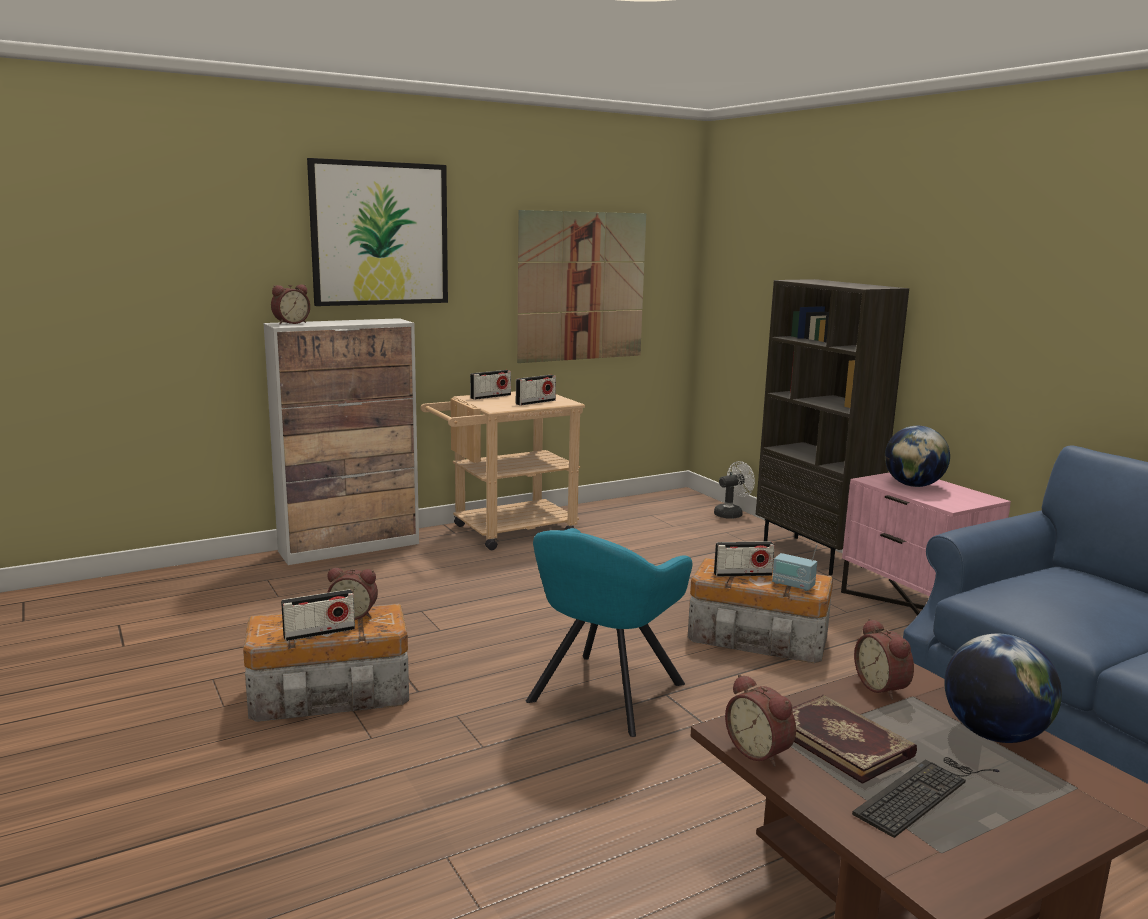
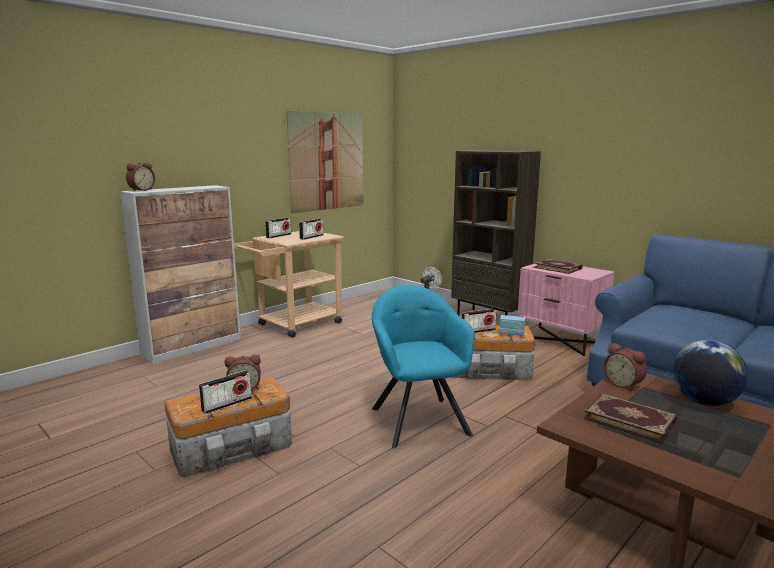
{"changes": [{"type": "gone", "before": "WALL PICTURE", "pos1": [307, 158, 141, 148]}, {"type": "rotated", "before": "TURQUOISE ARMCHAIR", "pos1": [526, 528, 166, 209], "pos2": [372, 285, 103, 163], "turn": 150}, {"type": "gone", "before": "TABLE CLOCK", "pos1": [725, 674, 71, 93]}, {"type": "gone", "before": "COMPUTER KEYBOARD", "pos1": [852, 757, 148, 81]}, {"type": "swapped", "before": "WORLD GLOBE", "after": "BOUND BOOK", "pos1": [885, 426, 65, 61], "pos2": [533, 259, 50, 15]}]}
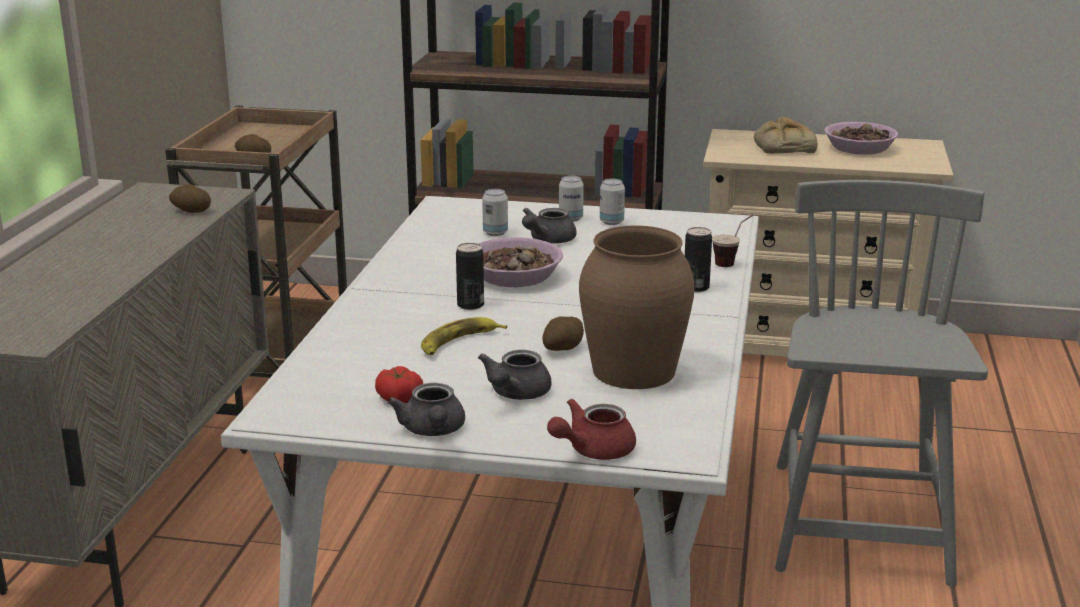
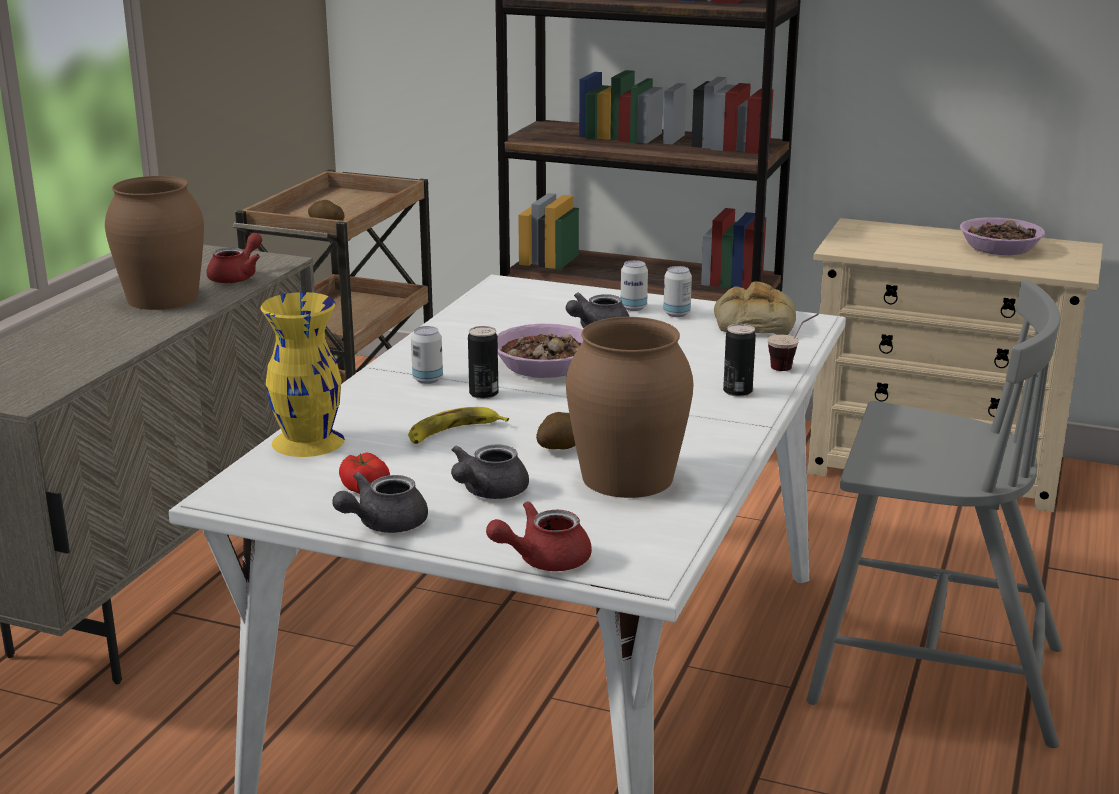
{"changes": [{"type": "swapped", "before": "WHOLE POTATO", "after": "REDDISH TEAPOT", "pos1": [169, 184, 42, 29], "pos2": [206, 233, 56, 50]}, {"type": "rotated", "before": "GRAY TEAPOT", "pos1": [387, 383, 78, 53], "pos2": [332, 472, 96, 61], "turn": 45}, {"type": "shifted", "before": "SEALED CAN", "pos1": [482, 189, 26, 47], "pos2": [411, 326, 32, 58]}, {"type": "shifted", "before": "BAKERY BREAD", "pos1": [754, 117, 64, 37], "pos2": [714, 282, 82, 53]}, {"type": "rotated", "before": "GRAY UPRIGHT CHAIR", "pos1": [775, 180, 213, 407], "pos2": [806, 280, 256, 468], "turn": 90}, {"type": "new", "after": "BROWNISH FLOWER VASE", "pos2": [105, 176, 99, 134]}, {"type": "new", "after": "YELLOW FLOWER VASE", "pos2": [261, 292, 84, 165]}]}
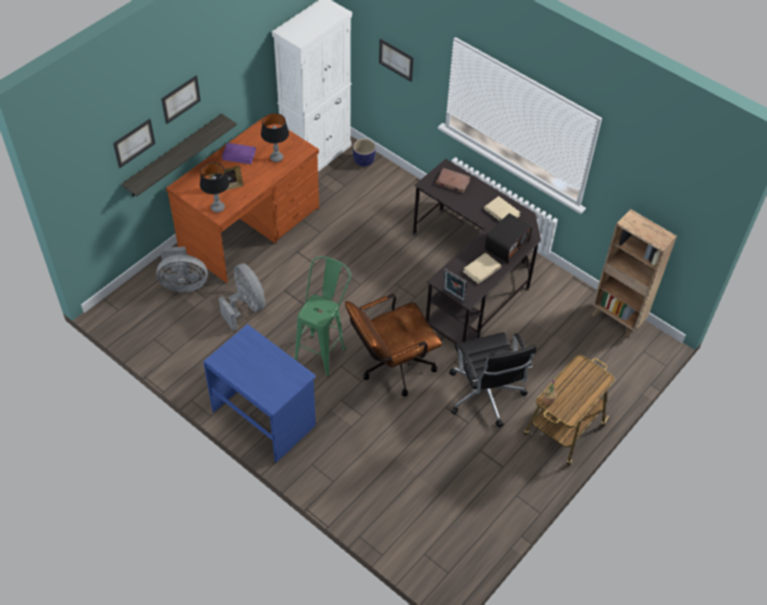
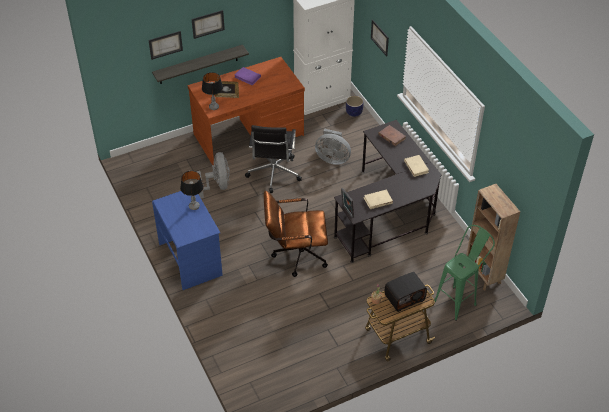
{"changes": [{"type": "shifted", "before": "GRAY ELECTRIC FAN", "pos1": [156, 247, 52, 45], "pos2": [315, 129, 36, 36]}, {"type": "shifted", "before": "TABLETOP LAMP", "pos1": [261, 113, 28, 49], "pos2": [180, 171, 24, 39]}, {"type": "shifted", "before": "GREEN-COLOURED SITTING STOOL", "pos1": [294, 256, 57, 120], "pos2": [434, 225, 61, 96]}, {"type": "shifted", "before": "BLACKISH DESK CHAIR", "pos1": [449, 332, 88, 95], "pos2": [245, 125, 57, 68]}, {"type": "shifted", "before": "RADIO SET", "pos1": [485, 213, 47, 50], "pos2": [384, 272, 43, 40]}]}
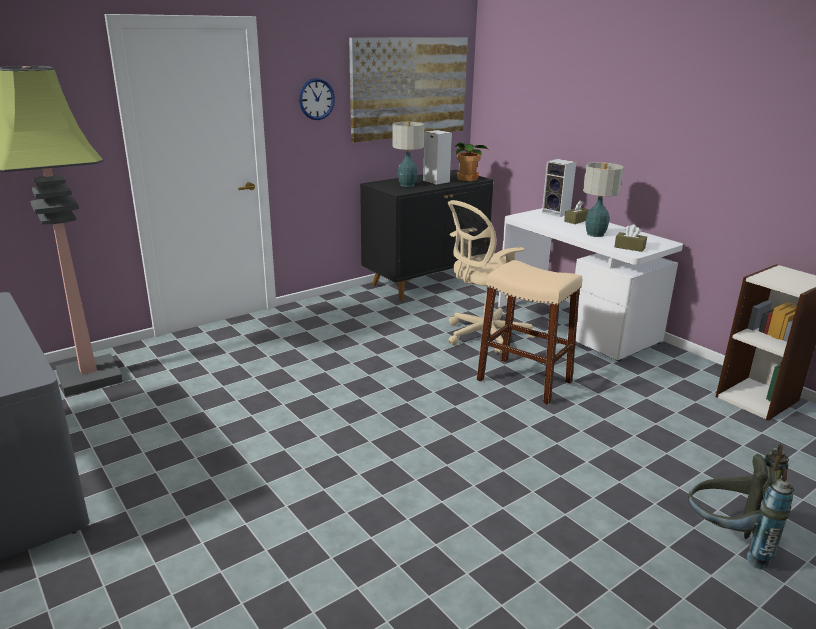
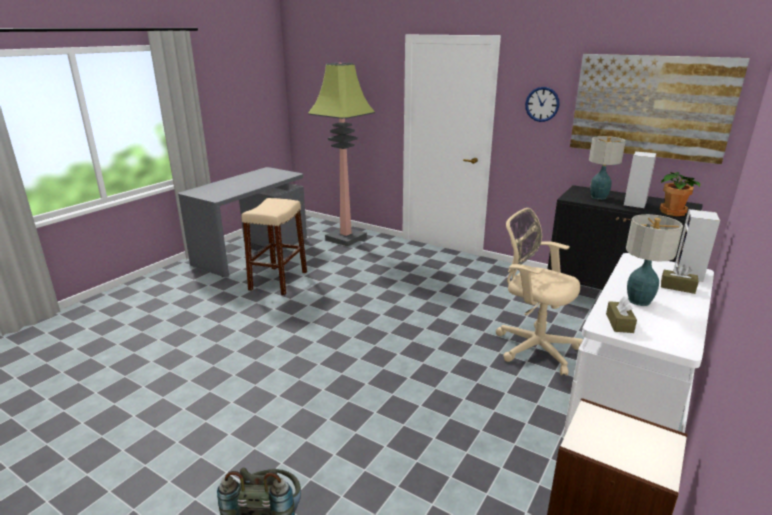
{"changes": [{"type": "shifted", "before": "BEIGE-COLOURED SITTING STOOL", "pos1": [477, 260, 105, 145], "pos2": [241, 198, 66, 97]}]}
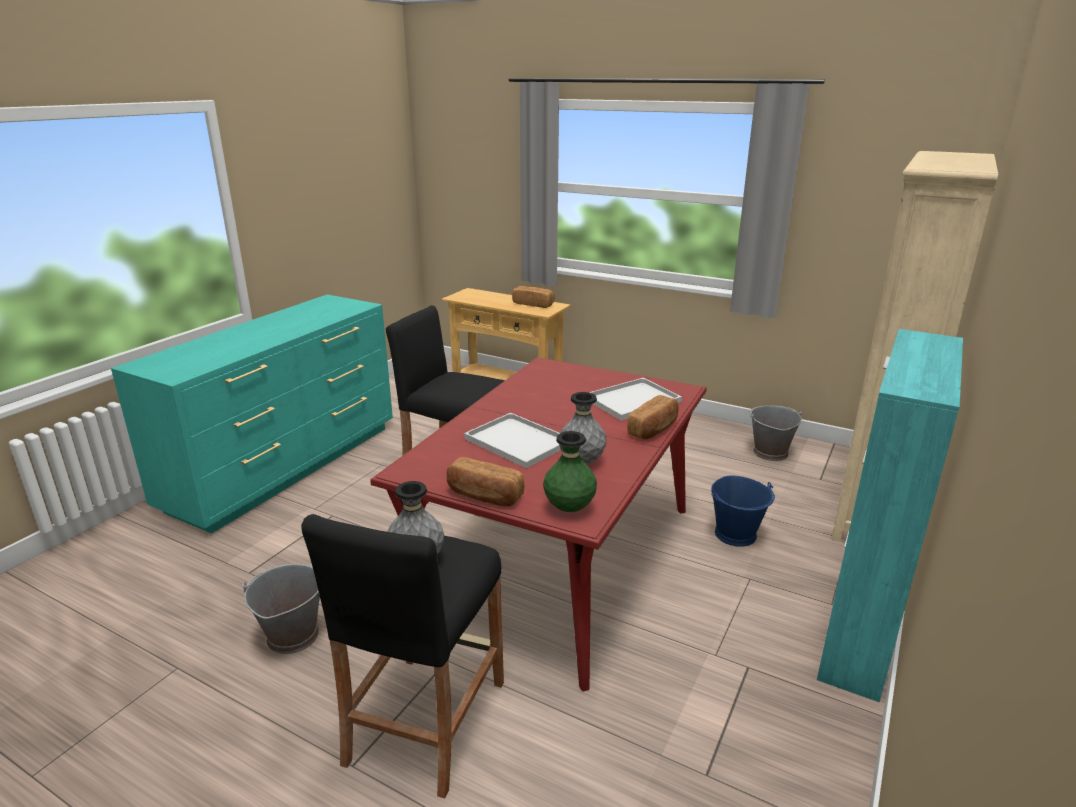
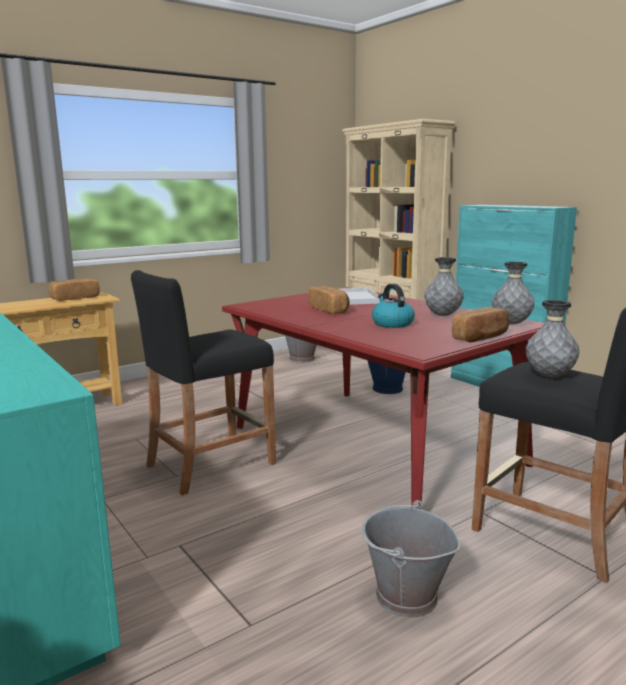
{"changes": [{"type": "swapped", "before": "WHITISH TRAY", "after": "WATER KETTLE", "pos1": [464, 413, 97, 56], "pos2": [372, 284, 43, 44]}, {"type": "repainted", "before": "GREEN-COLOURED FLOWER VASE", "after": "GRAY FLOWER VASE", "pos1": [543, 431, 54, 81], "pos2": [492, 262, 43, 63]}, {"type": "shifted", "before": "BAKERY BREAD", "pos1": [627, 395, 52, 45], "pos2": [308, 286, 42, 28]}]}
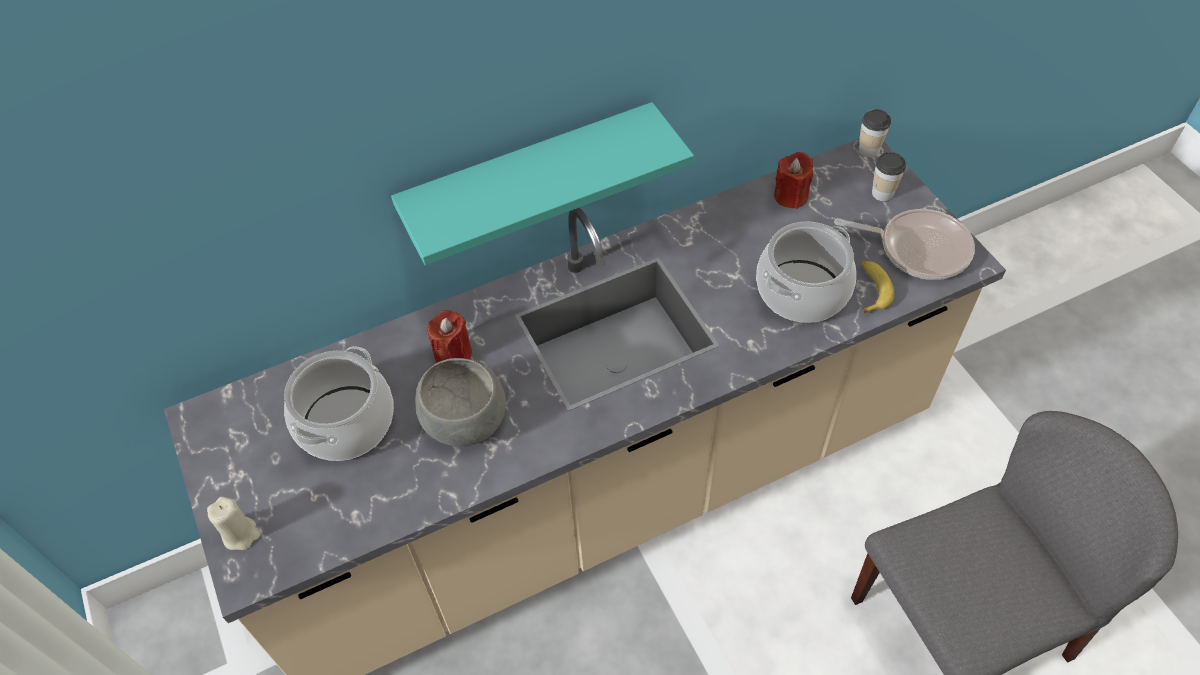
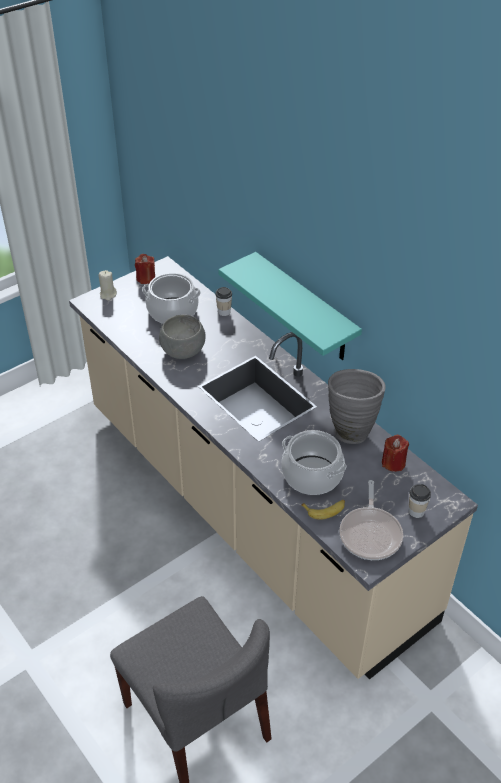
{"changes": [{"type": "shifted", "before": "REDDISH WAX CANDLE", "pos1": [427, 310, 45, 53], "pos2": [135, 254, 20, 30]}, {"type": "shifted", "before": "SMALL CUP", "pos1": [858, 109, 33, 49], "pos2": [215, 287, 17, 29]}, {"type": "new", "after": "GRAY FLOWER VASE", "pos2": [328, 369, 58, 75]}]}
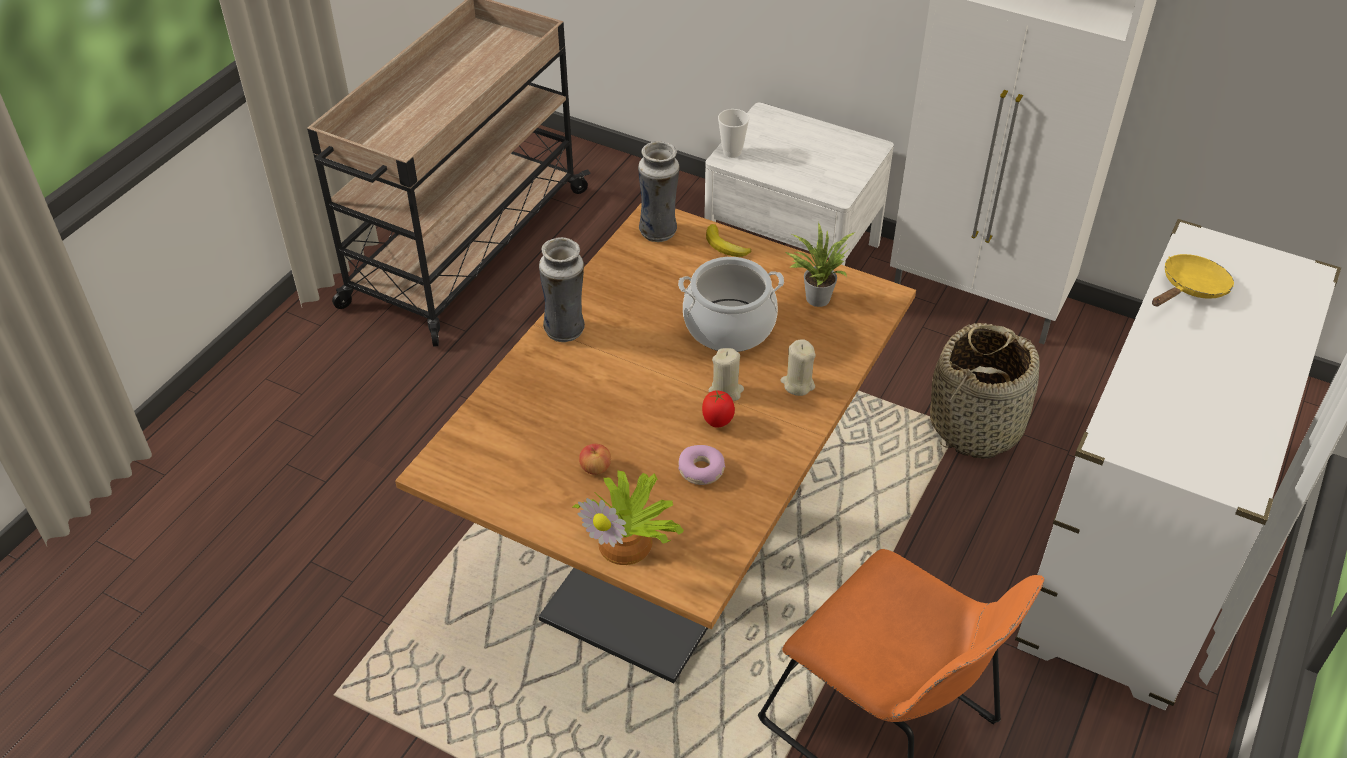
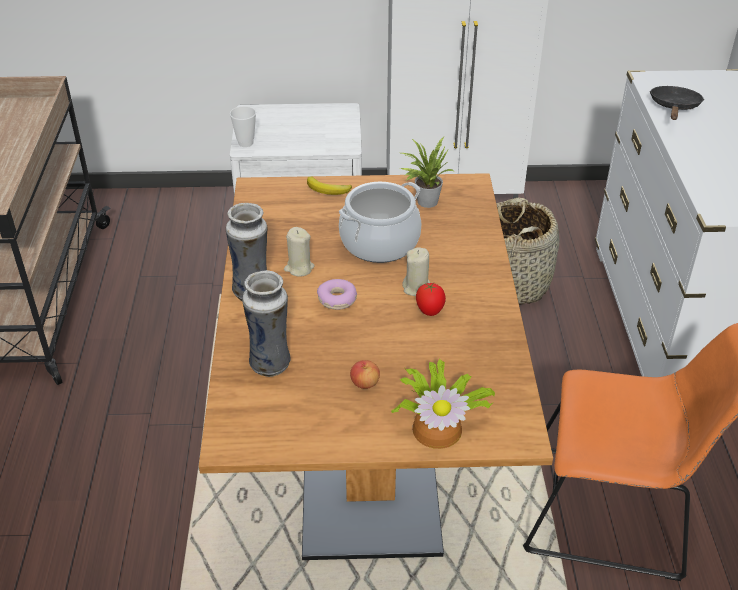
{"changes": [{"type": "shifted", "before": "FLOWER VASE", "pos1": [638, 141, 42, 101], "pos2": [242, 270, 49, 107]}, {"type": "shifted", "before": "DONUT", "pos1": [678, 445, 47, 40], "pos2": [317, 279, 40, 31]}, {"type": "shifted", "before": "BEIGE-COLOURED WAX CANDLE", "pos1": [781, 339, 35, 57], "pos2": [284, 227, 30, 49]}, {"type": "repainted", "before": "YELLOW FRYING PAN", "after": "BLACKISH FRYING PAN", "pos1": [1152, 254, 82, 53], "pos2": [650, 86, 54, 34]}]}
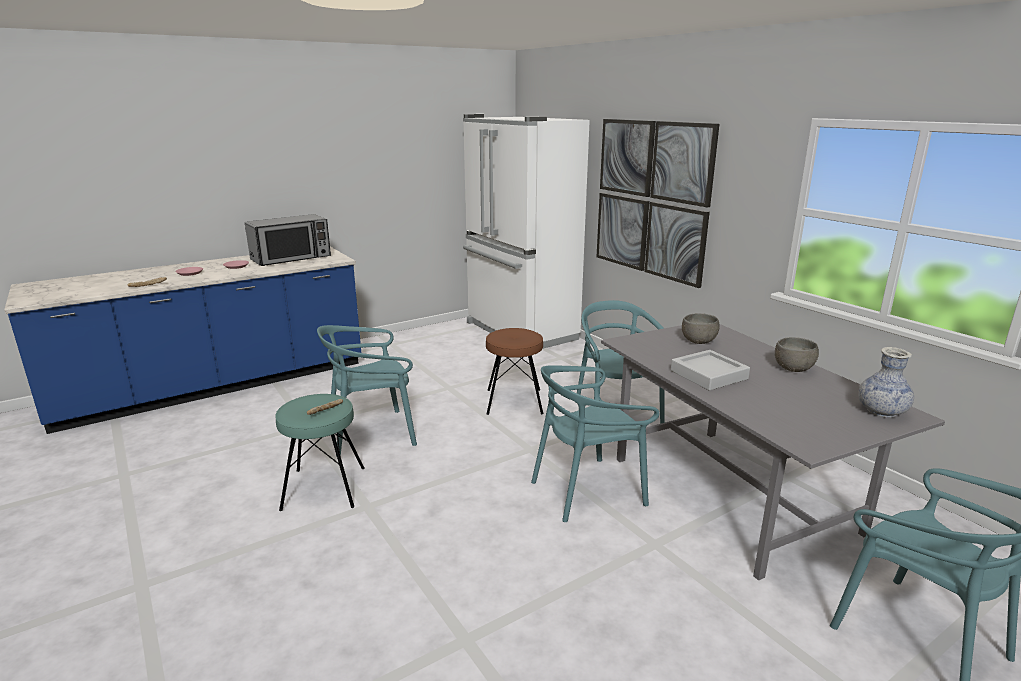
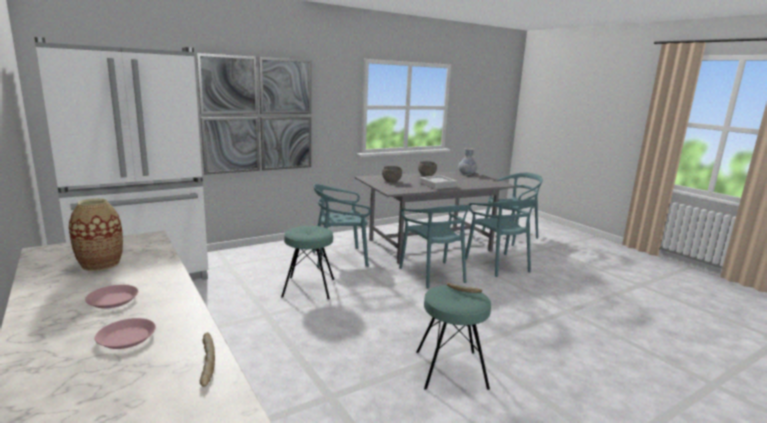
{"changes": [{"type": "swapped", "before": "KITCHEN MICROWAVE", "after": "FLOWER VASE", "pos1": [245, 214, 86, 52], "pos2": [69, 198, 54, 73]}, {"type": "shifted", "before": "TURQUOISE UPRIGHT CHAIR", "pos1": [317, 325, 100, 131], "pos2": [465, 199, 71, 78]}, {"type": "repainted", "before": "BROWNISH SITTING STOOL", "after": "TURQUOISE SITTING STOOL", "pos1": [486, 328, 58, 87], "pos2": [281, 226, 53, 73]}]}
